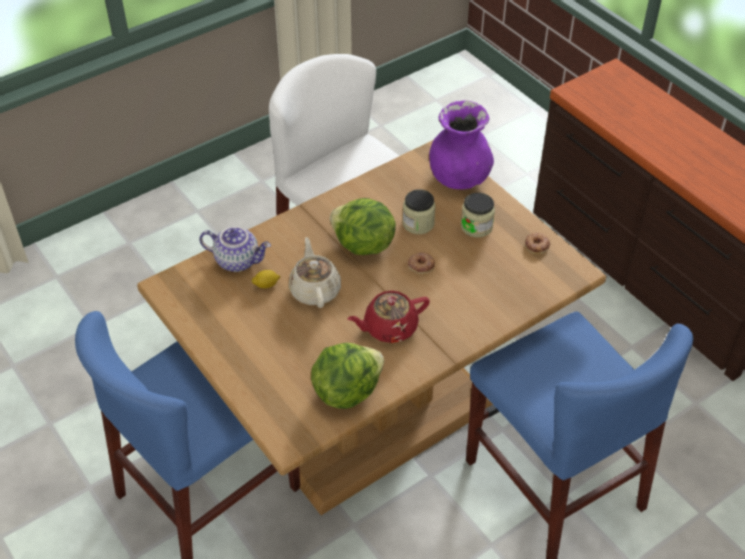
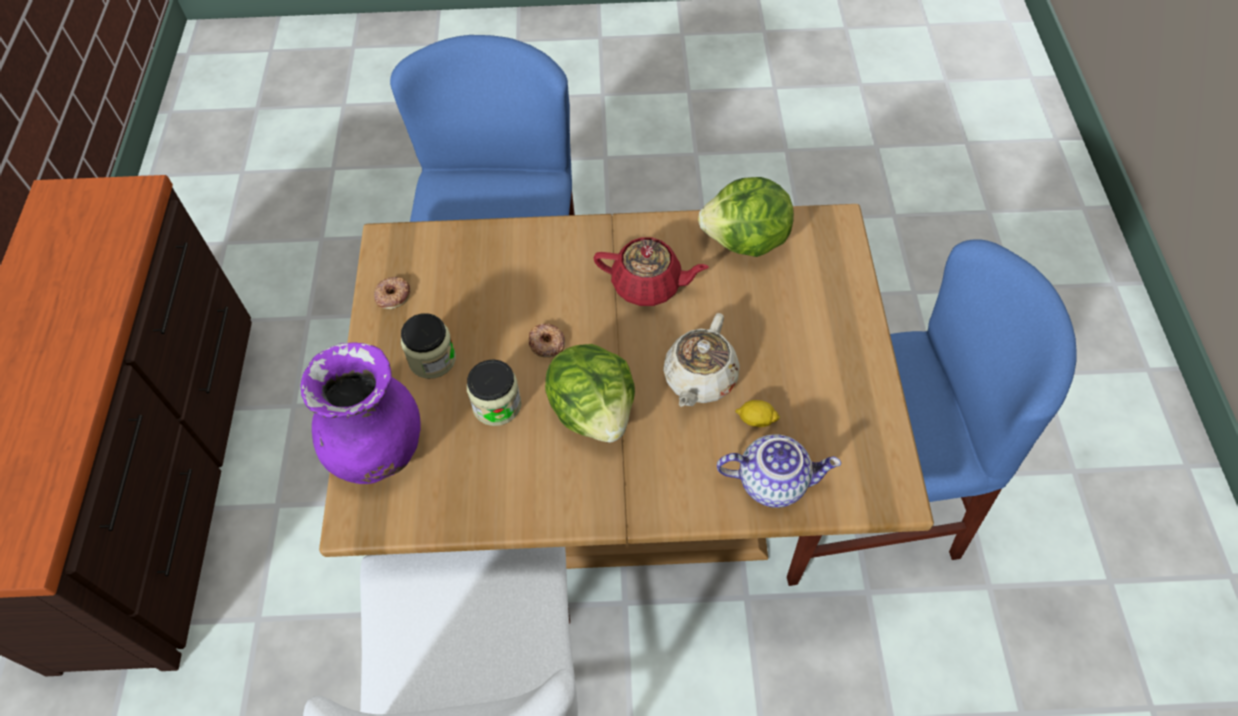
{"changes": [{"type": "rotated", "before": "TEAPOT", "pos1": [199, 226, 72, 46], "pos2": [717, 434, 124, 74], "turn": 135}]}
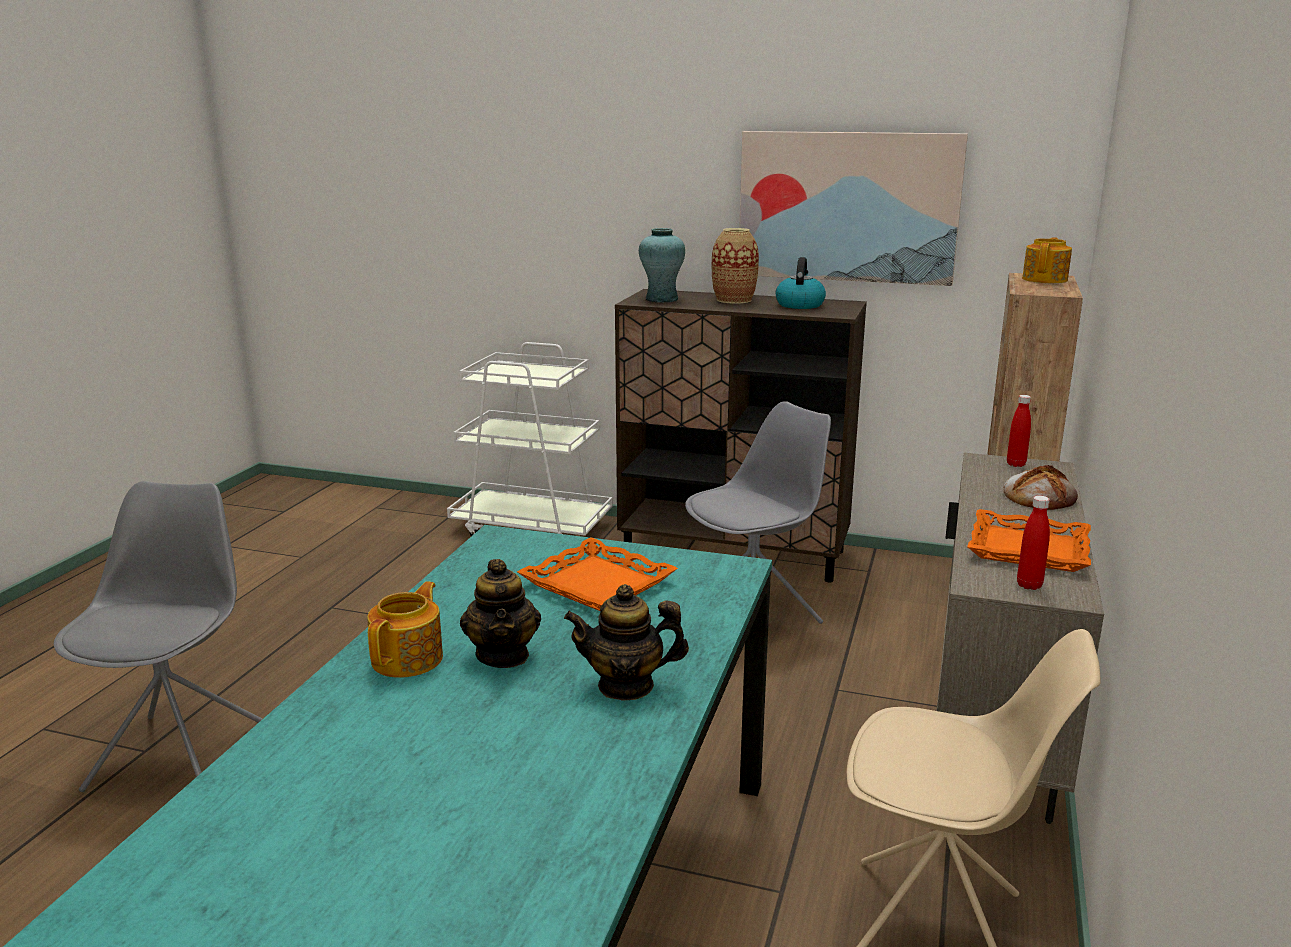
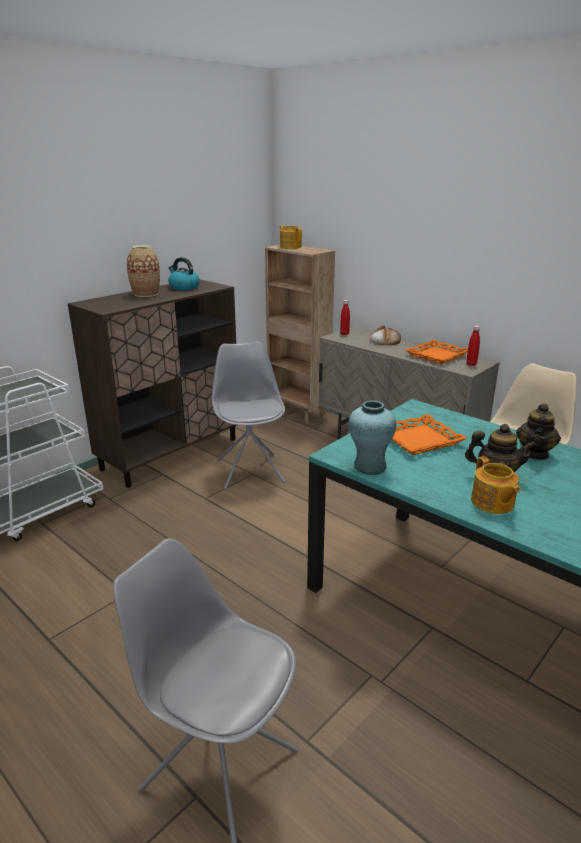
{"changes": [{"type": "rotated", "before": "TEAPOT", "pos1": [367, 581, 76, 97], "pos2": [471, 456, 49, 58], "turn": -150}, {"type": "shifted", "before": "TURQUOISE FLOWER VASE", "pos1": [639, 228, 46, 75], "pos2": [348, 400, 48, 75]}, {"type": "gone", "before": "WALL PICTURE", "pos1": [739, 131, 229, 155]}]}
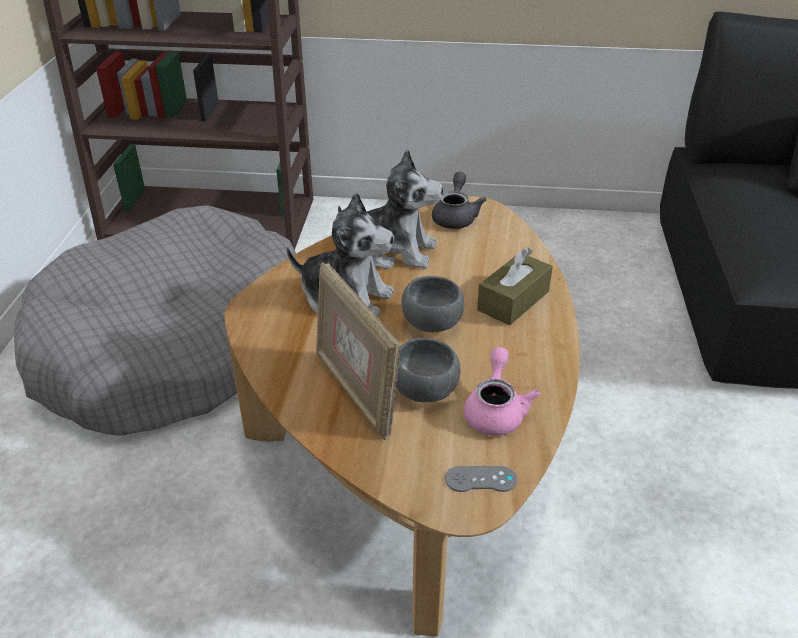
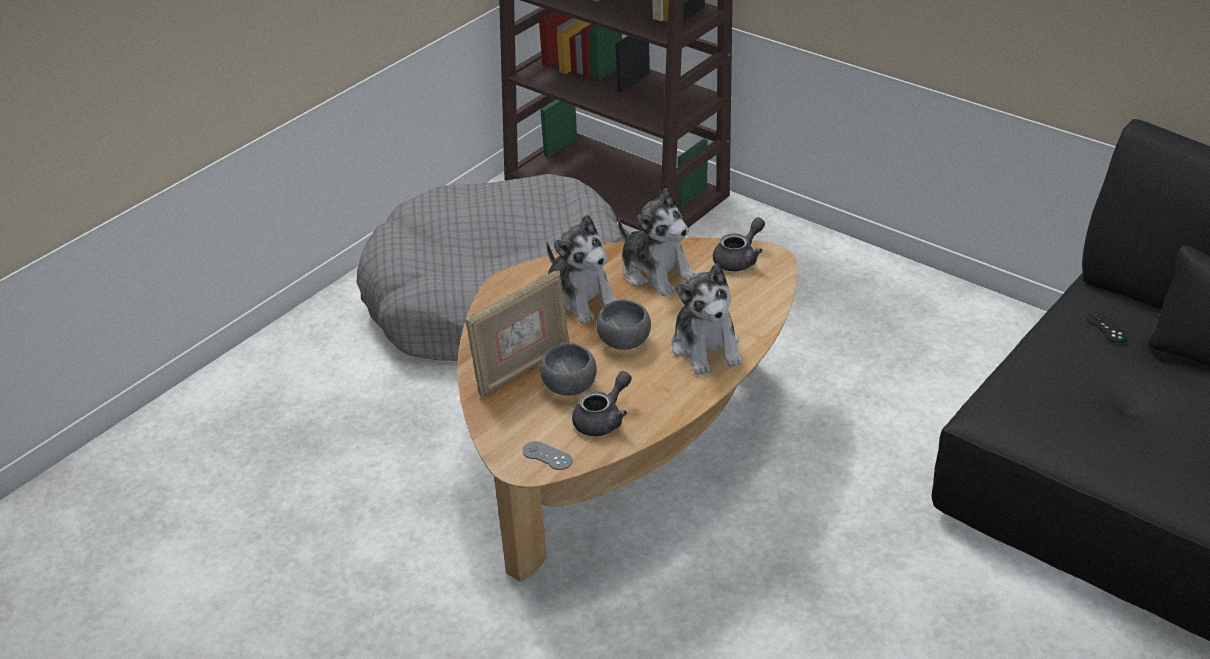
{"changes": [{"type": "rotated", "before": "STANDING FRAME", "pos1": [316, 262, 85, 178], "pos2": [465, 270, 104, 128], "turn": -135}, {"type": "repainted", "before": "PINK-COLOURED TEAPOT", "after": "GRAY TEAPOT", "pos1": [464, 347, 76, 89], "pos2": [572, 371, 60, 65]}, {"type": "swapped", "before": "BROWNISH TISSUE HOLDER", "after": "SOFT TOY", "pos1": [477, 247, 76, 79], "pos2": [671, 263, 72, 112]}, {"type": "new", "after": "BLACKISH GAME CONTROLLER", "pos2": [1087, 312, 41, 31]}]}
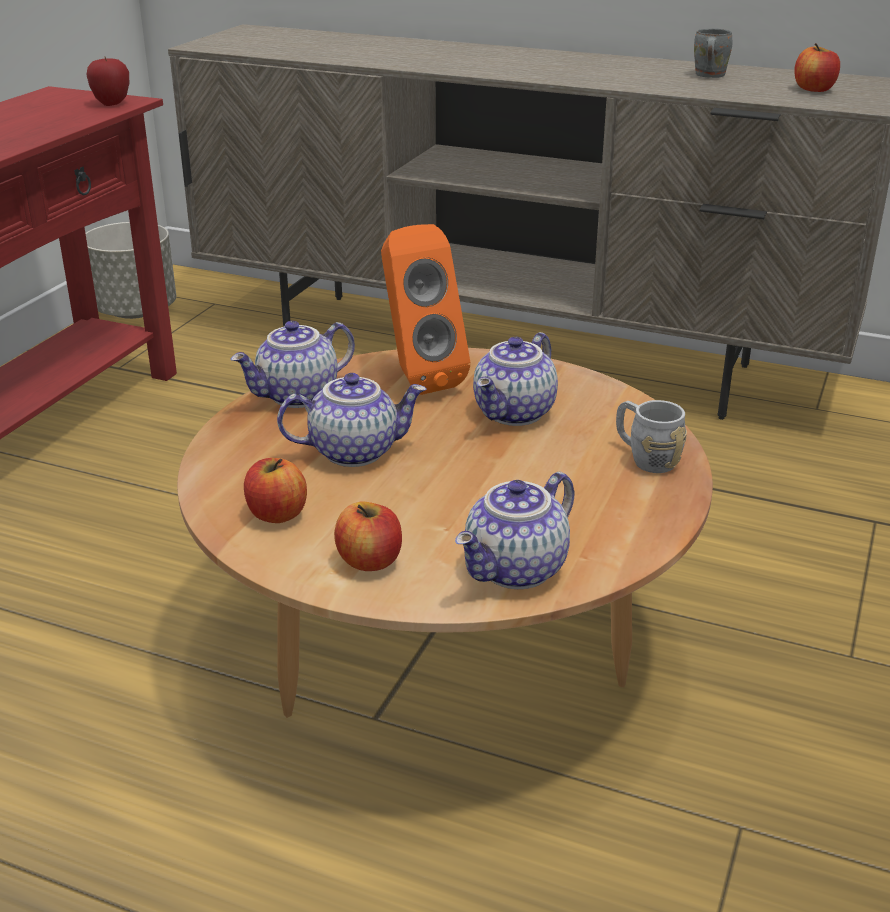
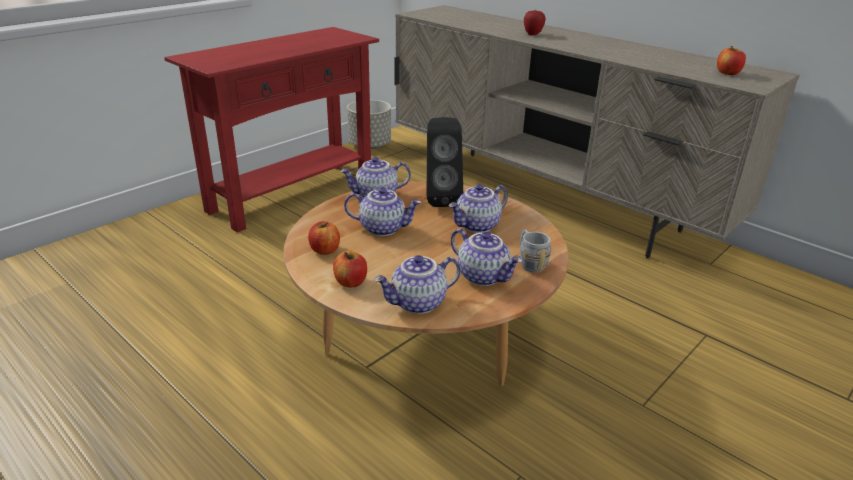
{"changes": [{"type": "shifted", "before": "APPLE FRUIT", "pos1": [86, 57, 43, 49], "pos2": [524, 9, 22, 26]}, {"type": "repainted", "before": "ORANGE LOUDSPEAKER", "after": "BLACKISH LOUDSPEAKER", "pos1": [381, 224, 89, 171], "pos2": [426, 117, 37, 90]}, {"type": "gone", "before": "GRAY COFFEE MUG", "pos1": [694, 28, 38, 50]}, {"type": "new", "after": "TEAPOT", "pos2": [451, 229, 71, 57]}]}
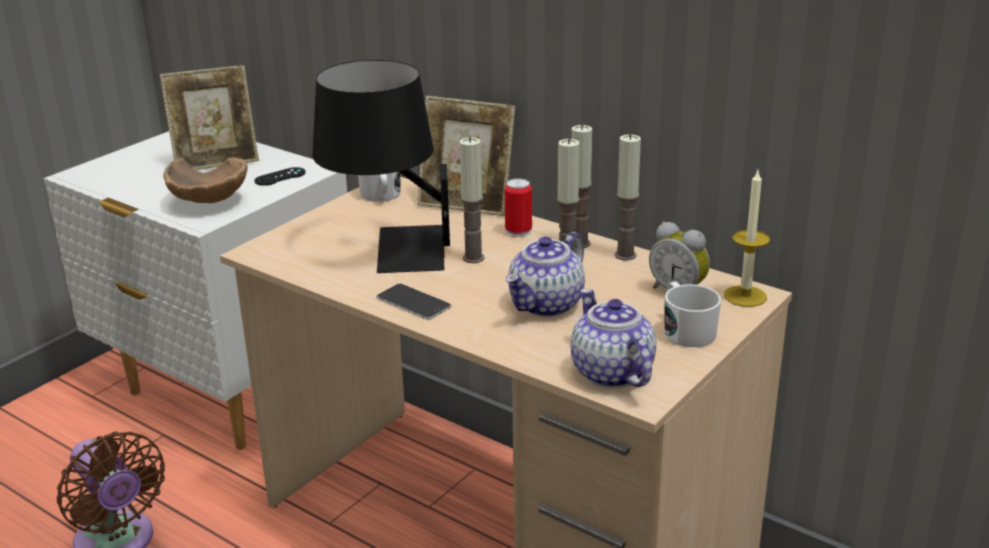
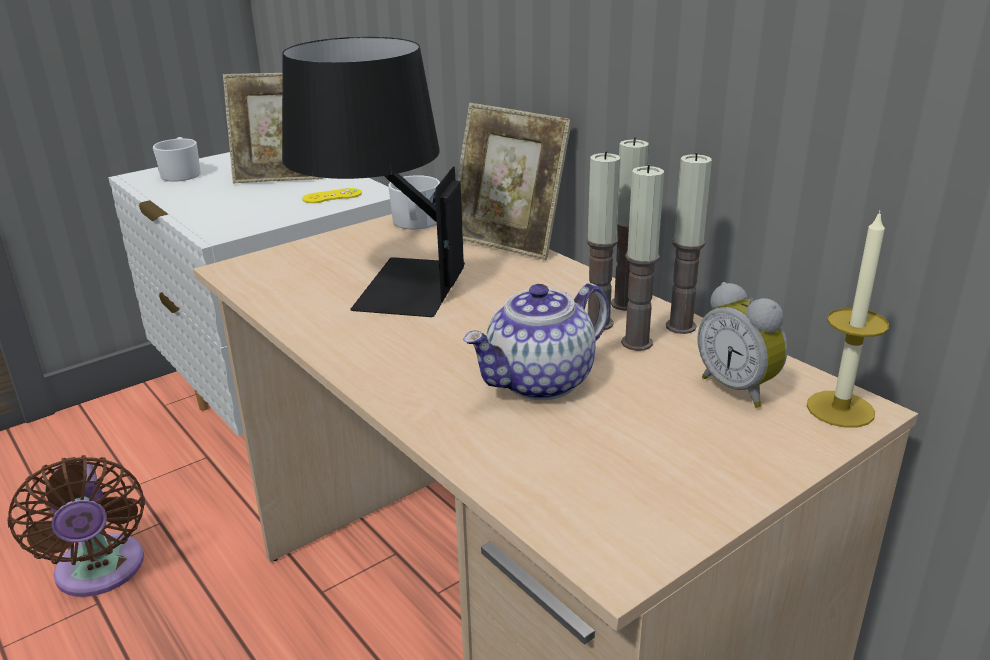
{"changes": [{"type": "gone", "before": "BROWNISH DEEP DISH", "pos1": [163, 157, 85, 46]}, {"type": "repainted", "before": "BLACKISH GAME CONTROLLER", "after": "YELLOW GAME CONTROLLER", "pos1": [254, 167, 52, 19], "pos2": [302, 188, 60, 15]}, {"type": "gone", "before": "PHONE", "pos1": [376, 283, 76, 37]}, {"type": "shifted", "before": "WAX CANDLE", "pos1": [460, 137, 25, 126], "pos2": [621, 165, 43, 186]}, {"type": "gone", "before": "SEALED CAN", "pos1": [505, 178, 27, 59]}, {"type": "gone", "before": "TEAPOT", "pos1": [571, 289, 85, 99]}, {"type": "shifted", "before": "WHITISH COFFEE MUG", "pos1": [664, 282, 57, 65], "pos2": [153, 137, 48, 45]}]}
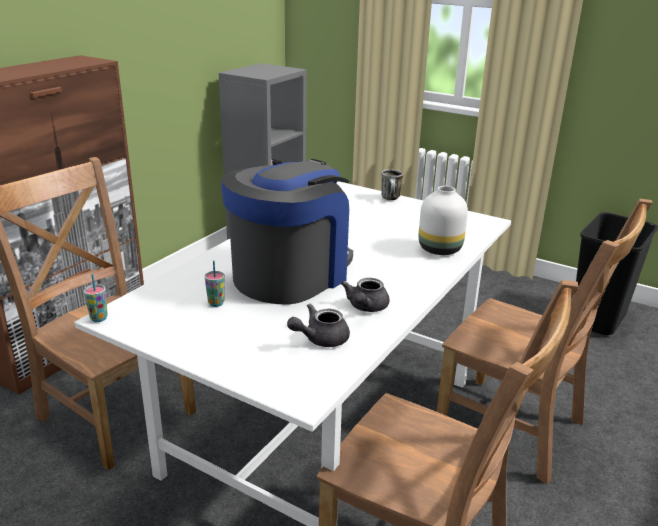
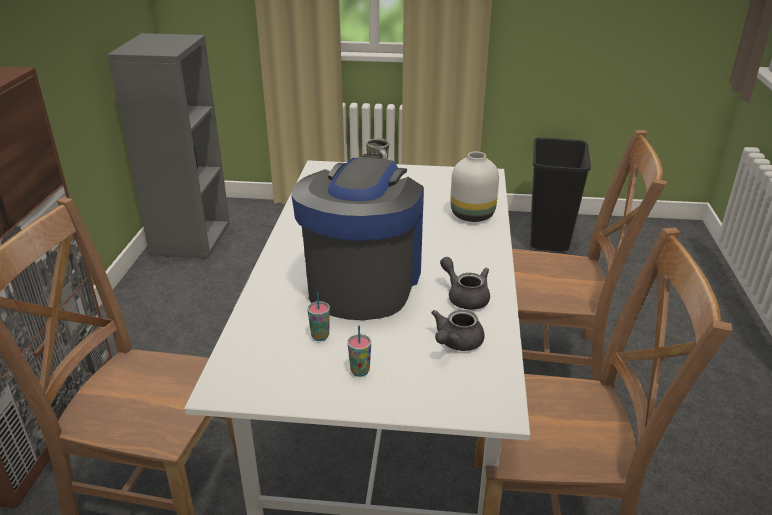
{"changes": [{"type": "shifted", "before": "SMALL CUP", "pos1": [84, 274, 24, 48], "pos2": [347, 325, 24, 52]}, {"type": "rotated", "before": "GRAY TEAPOT", "pos1": [341, 278, 48, 34], "pos2": [440, 257, 50, 53], "turn": 150}]}
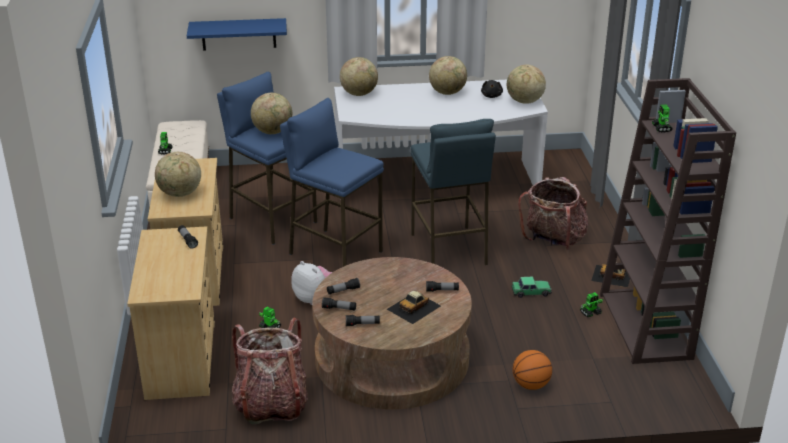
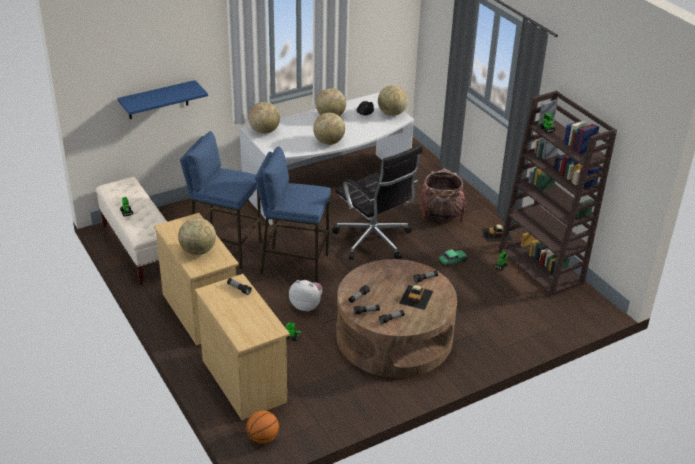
{"changes": [{"type": "gone", "before": "RUCKSACK", "pos1": [232, 317, 76, 108]}, {"type": "shifted", "before": "WORLD GLOBE", "pos1": [251, 93, 41, 41], "pos2": [313, 113, 32, 32]}, {"type": "swapped", "before": "BLUE SITTING STOOL", "after": "BLACKISH DESK CHAIR", "pos1": [411, 119, 85, 146], "pos2": [332, 144, 90, 116]}, {"type": "shifted", "before": "BASKETBALL", "pos1": [512, 350, 40, 40], "pos2": [246, 410, 33, 34]}]}
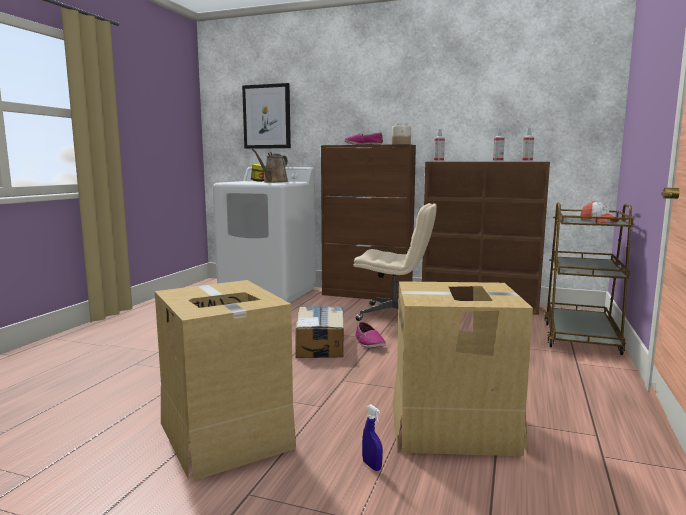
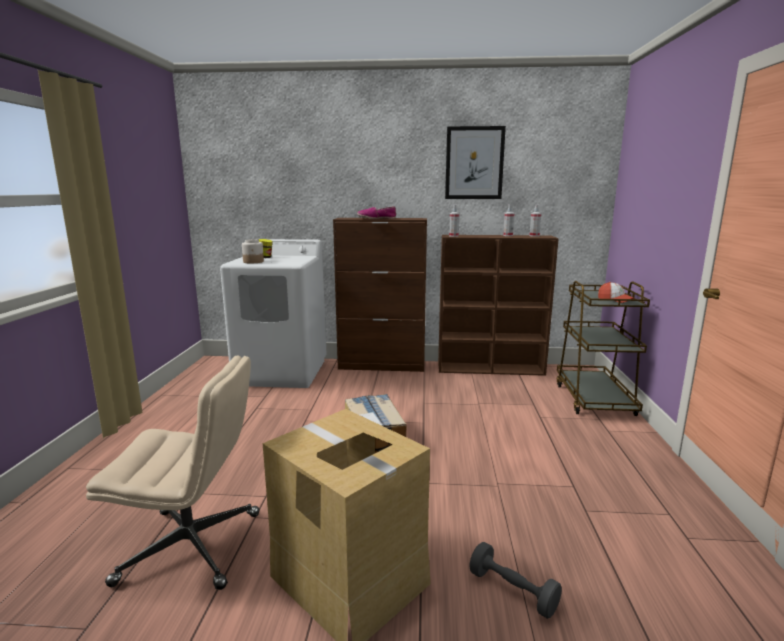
{"changes": [{"type": "shifted", "before": "WALL PICTURE", "pos1": [242, 83, 49, 66], "pos2": [445, 126, 61, 73]}, {"type": "gone", "before": "BROWNISH WATERING CAN", "pos1": [252, 149, 37, 34]}, {"type": "shifted", "before": "BEIGE-COLOURED DESK CHAIR", "pos1": [353, 203, 84, 118], "pos2": [86, 356, 173, 234]}, {"type": "gone", "before": "ITEM OF FOOTWEAR", "pos1": [355, 322, 31, 26]}, {"type": "swapped", "before": "BLUE HAND SPRAYER", "after": "GRAY FREE WEIGHT", "pos1": [362, 404, 21, 67], "pos2": [469, 542, 93, 77]}, {"type": "shifted", "before": "STORAGE JAR", "pos1": [392, 123, 19, 21], "pos2": [242, 239, 22, 24]}, {"type": "gone", "before": "CARDBOARD BOX", "pos1": [393, 281, 140, 175]}]}
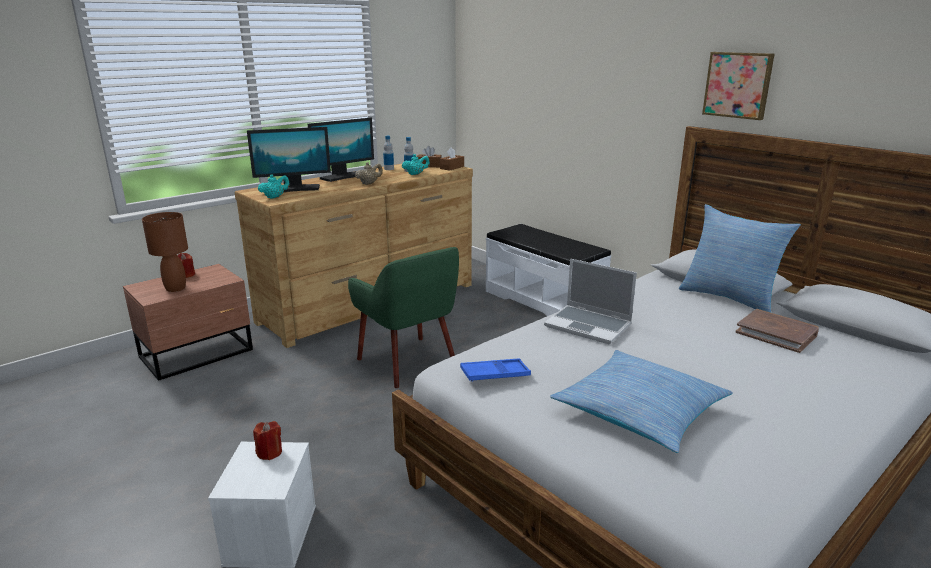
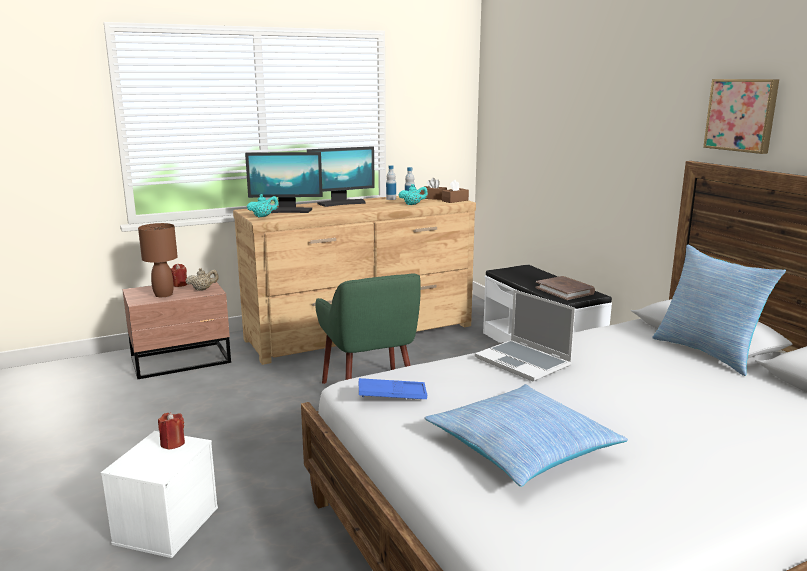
{"changes": [{"type": "shifted", "before": "BEIGE-COLOURED TEAPOT", "pos1": [355, 162, 28, 23], "pos2": [185, 268, 34, 23]}, {"type": "shifted", "before": "BROWNISH BOUND BOOK", "pos1": [735, 309, 84, 44], "pos2": [536, 276, 59, 24]}]}
